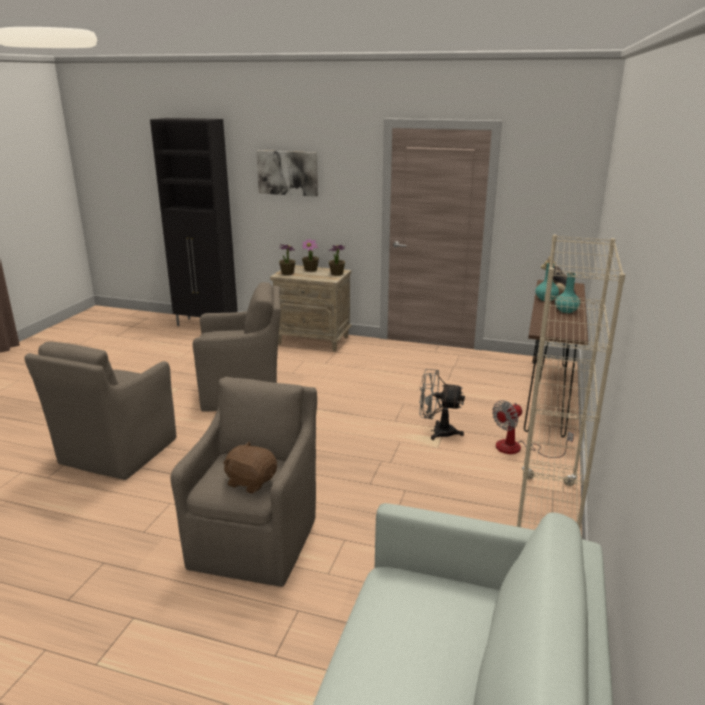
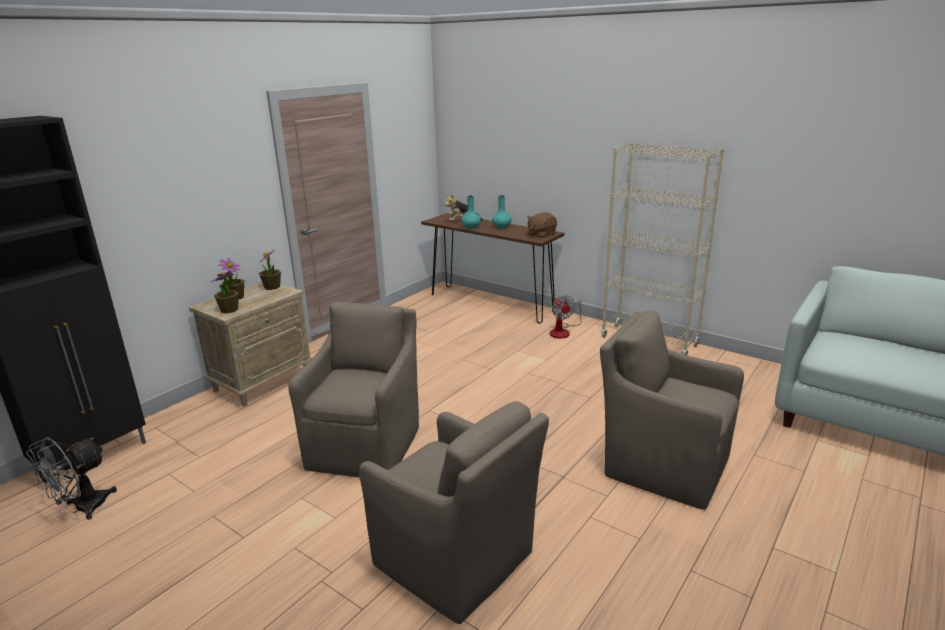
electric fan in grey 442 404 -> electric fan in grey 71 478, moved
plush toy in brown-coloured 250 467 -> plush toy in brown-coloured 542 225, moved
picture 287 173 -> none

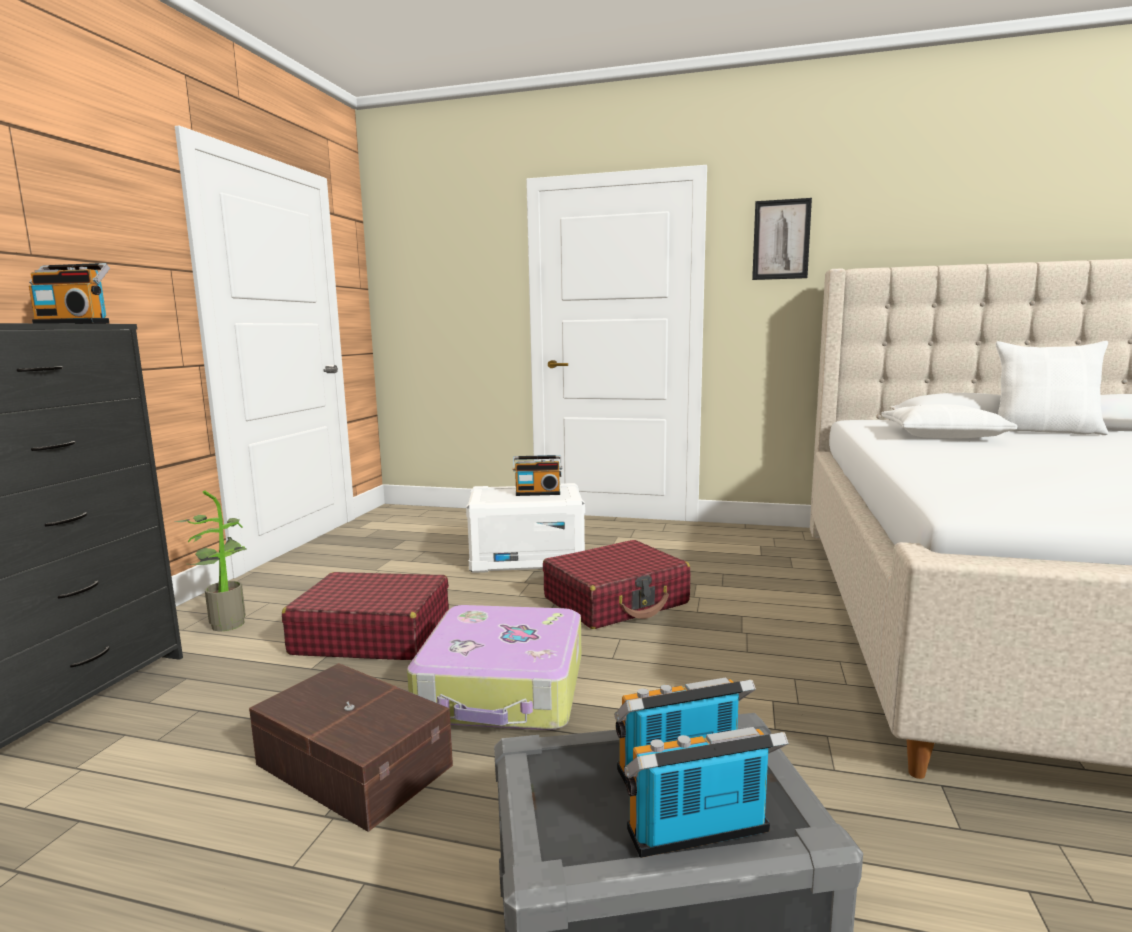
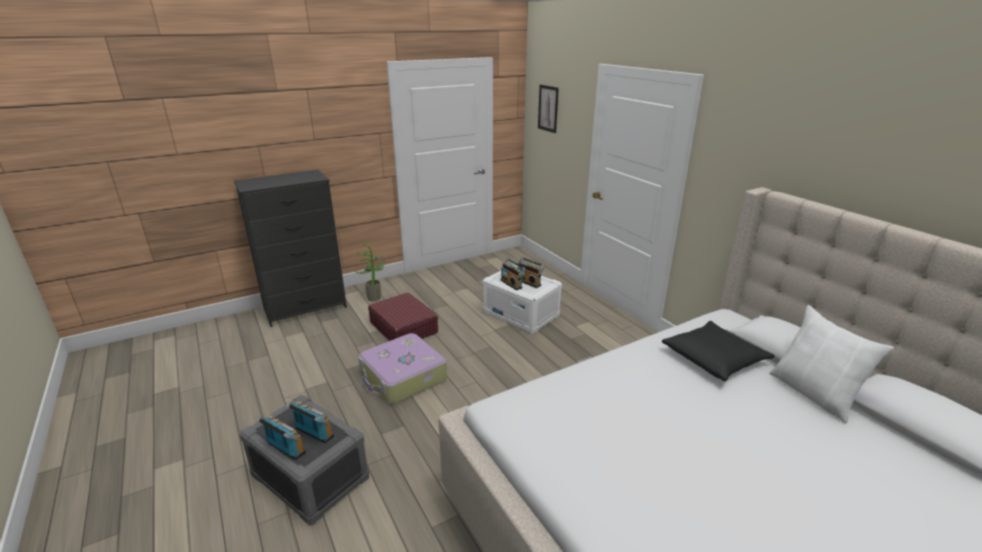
radio receiver 69 293 -> radio receiver 513 274, moved
picture 782 239 -> picture 548 109, moved
throw pillow in white-coloured 949 421 -> throw pillow in blackish 718 351
storage box in brown-coloured 351 747 -> none
piece of luggage in red 617 584 -> none

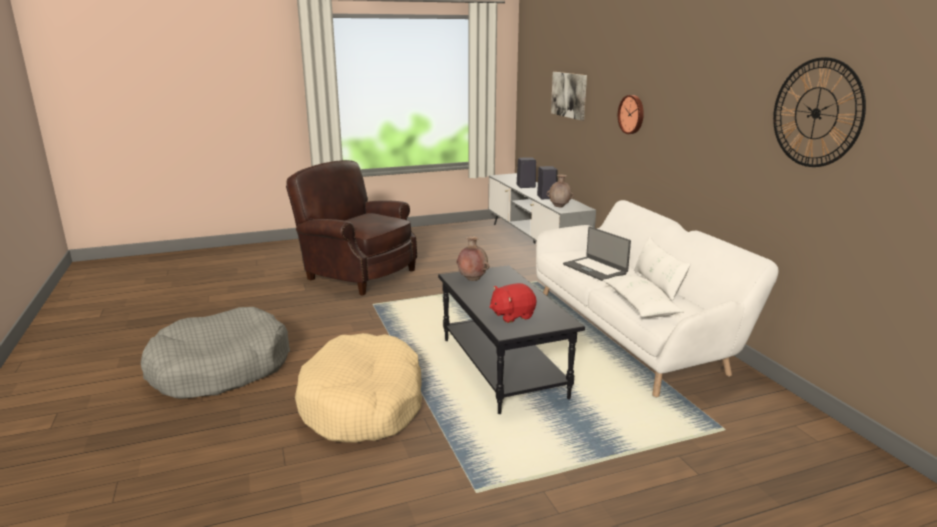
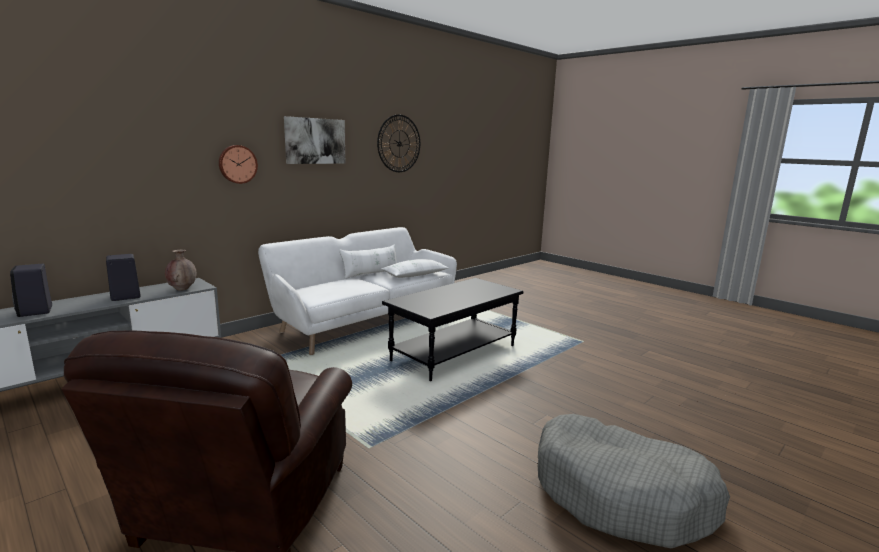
picture 569 96 -> picture 314 140, moved
pet bed in sand-coloured 358 388 -> none
flower vase in brown-coloured 472 258 -> none
plush toy in red 513 303 -> none
portable computer 597 254 -> none

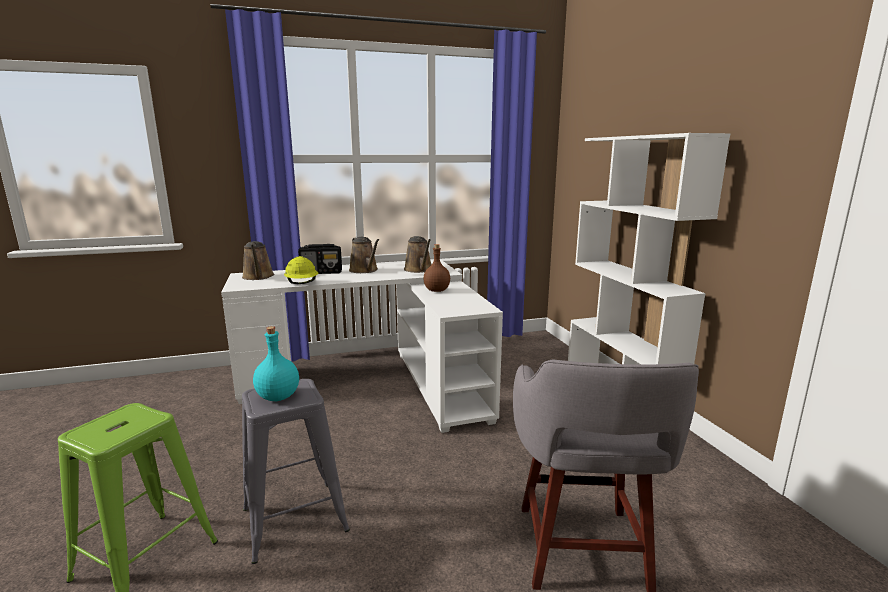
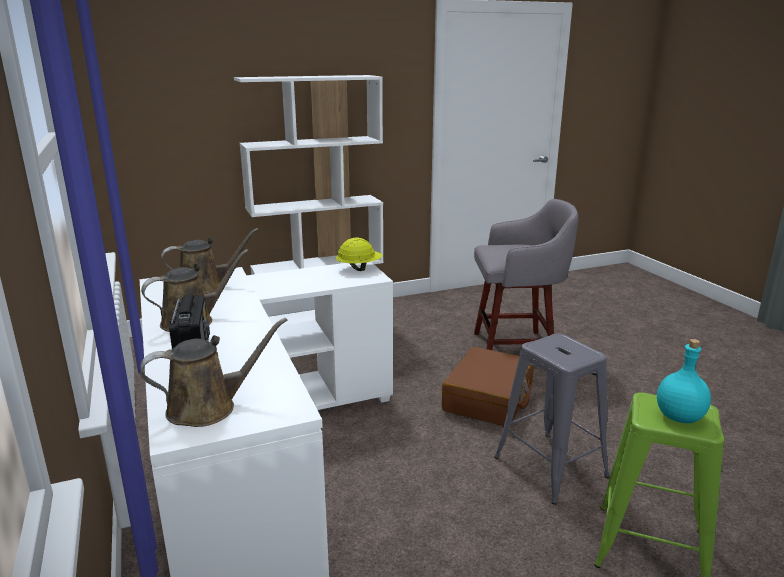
work helmet in yellowish 301 270 -> work helmet in yellowish 359 254, moved
none -> piece of luggage in brown-coloured 488 386
bottle in turquoise-coloured 276 363 -> bottle in turquoise-coloured 684 381, moved
bottle in brown-coloured 436 268 -> none

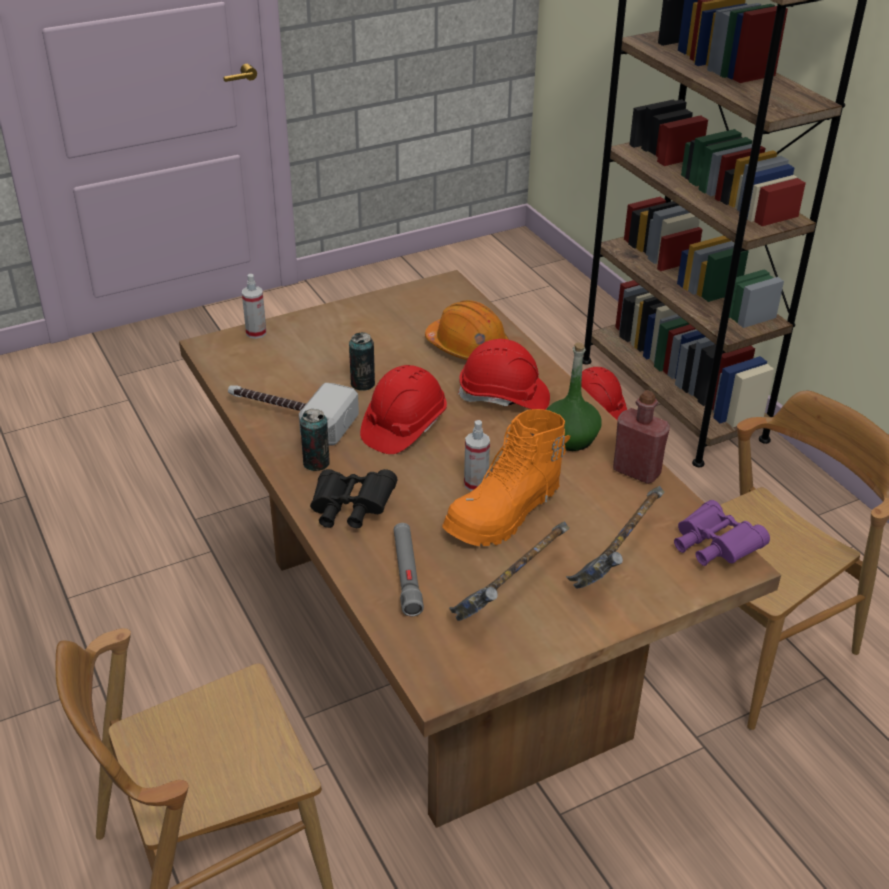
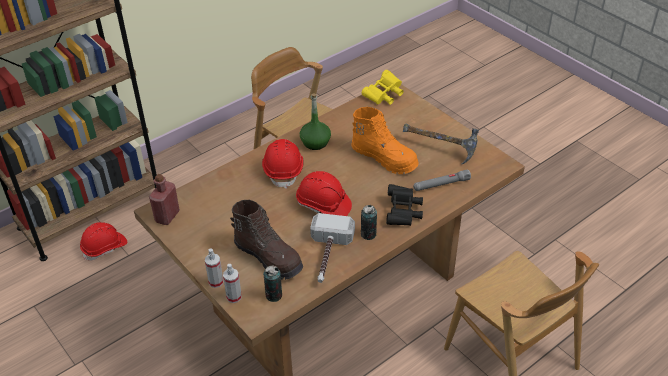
bottle in red 641 437 -> bottle in red 164 199, moved
spray bottle 477 455 -> spray bottle 214 268, moved
none -> high-top boot in brown-coloured 266 240
metal can 362 361 -> metal can 272 284, moved
field glasses in purple-coloured 722 533 -> field glasses in yellowish 382 87
work helmet in orange-coloured 467 330 -> none
tool hammer 615 537 -> none

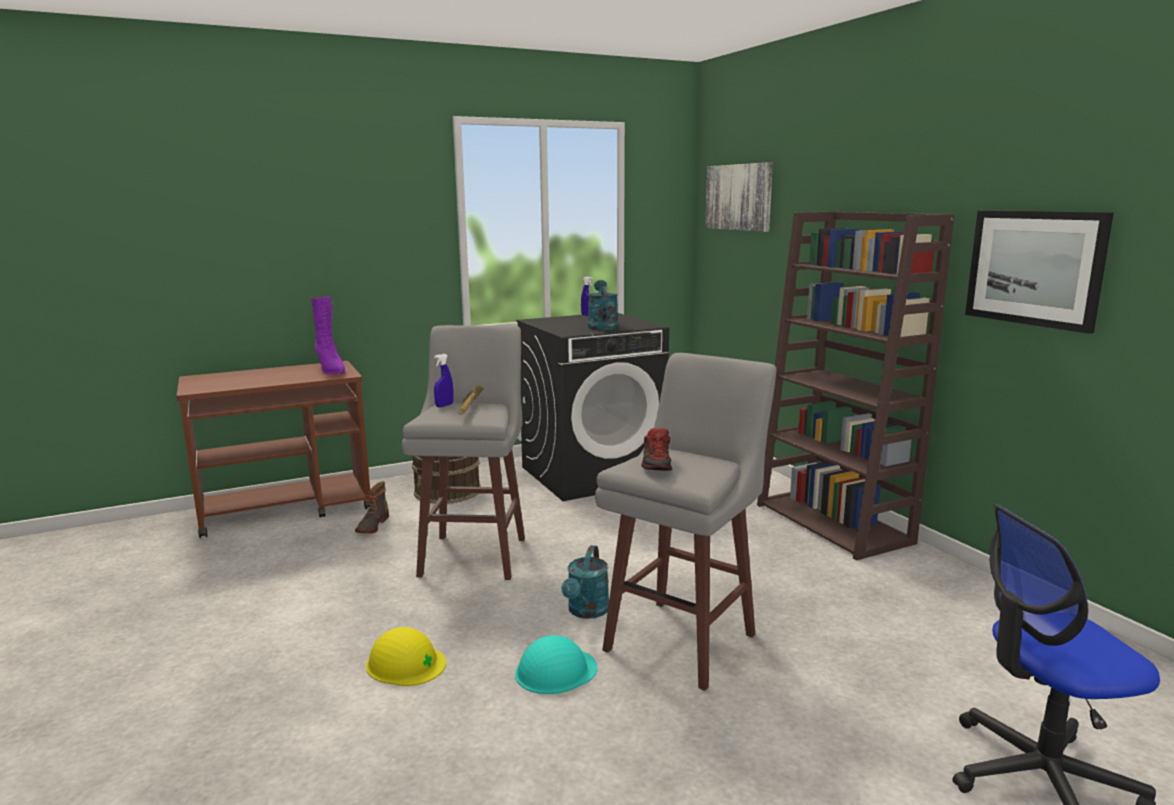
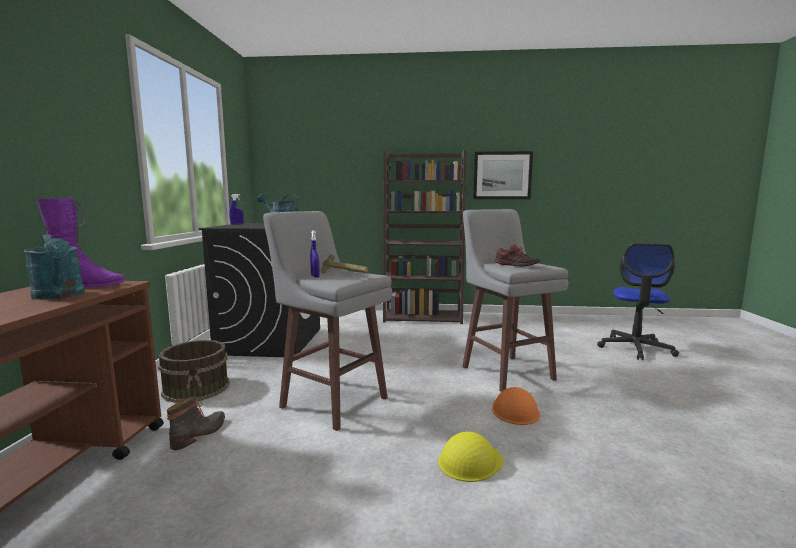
sprinkling can in turquoise-coloured 585 582 -> sprinkling can in turquoise-coloured 54 267, moved
high-top boot 372 507 -> high-top boot 196 423, 105 degrees counterclockwise
work helmet in turquoise-coloured 556 664 -> work helmet in orange-coloured 516 406
picture 739 197 -> none

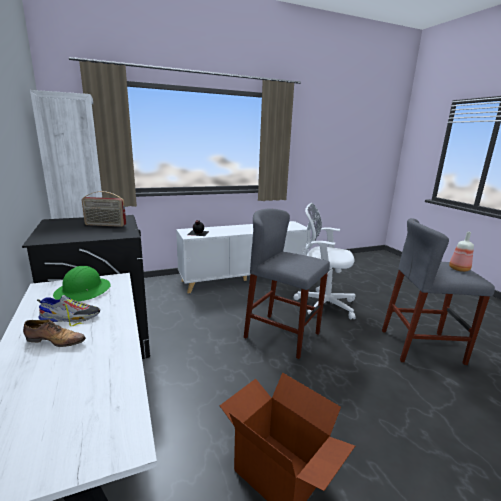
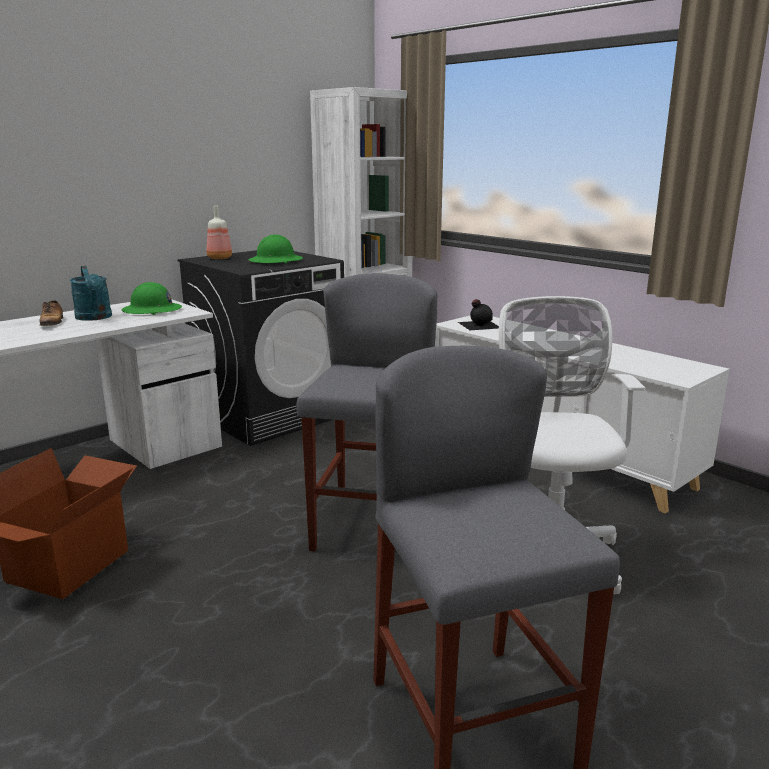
shoe 68 310 -> sprinkling can in turquoise-coloured 91 293
bottle 461 252 -> bottle 219 232, moved
radio receiver 104 209 -> work helmet in greenish 275 249

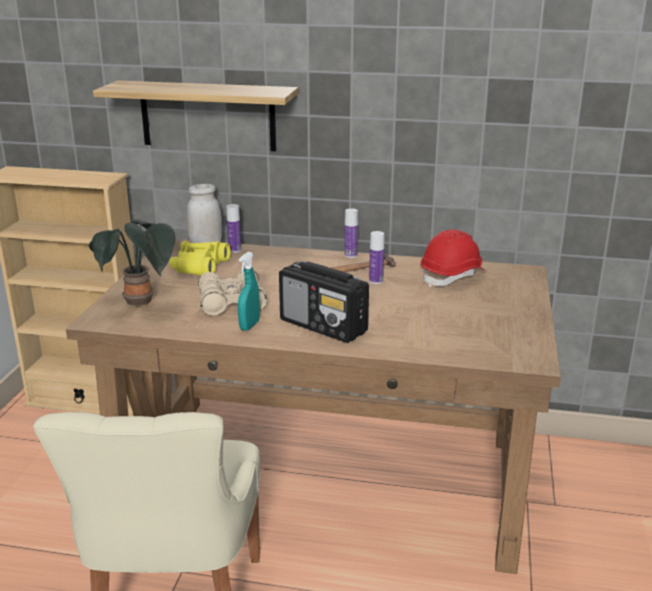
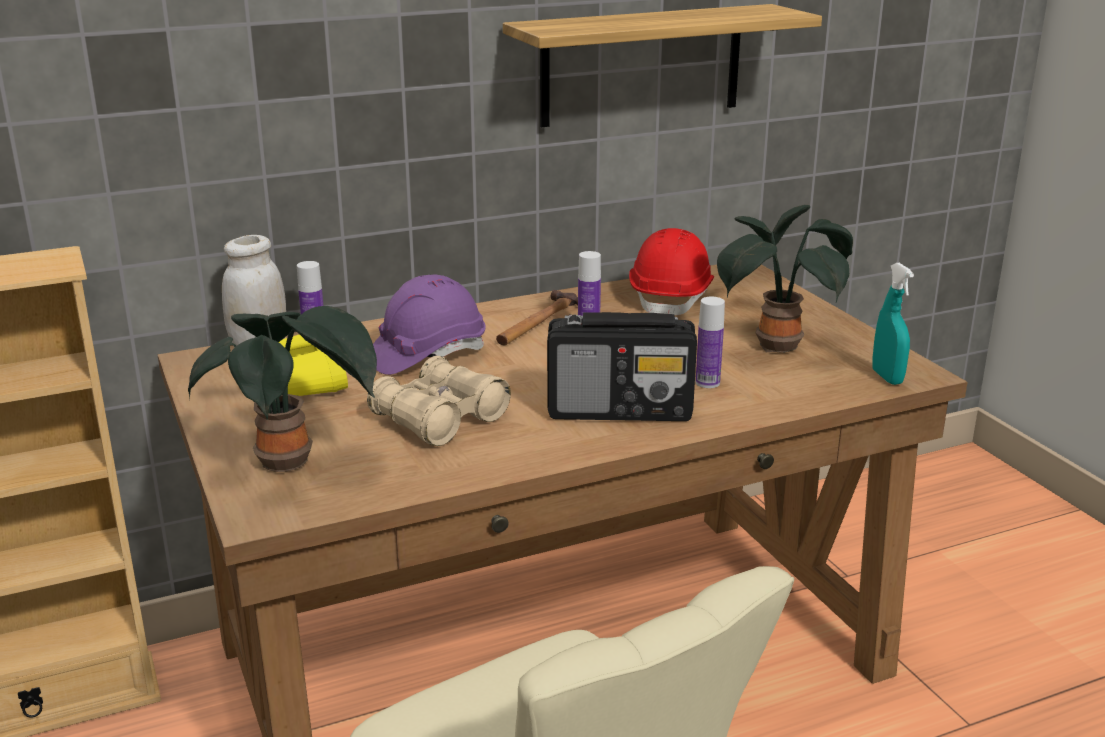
none -> work helmet in purple-coloured 429 325
shelf 196 115 -> shelf 662 65, moved
bottle 351 233 -> bottle 710 342, moved
none -> houseplant 785 279
spray bottle in turquoise-coloured 249 291 -> spray bottle in turquoise-coloured 893 324, moved

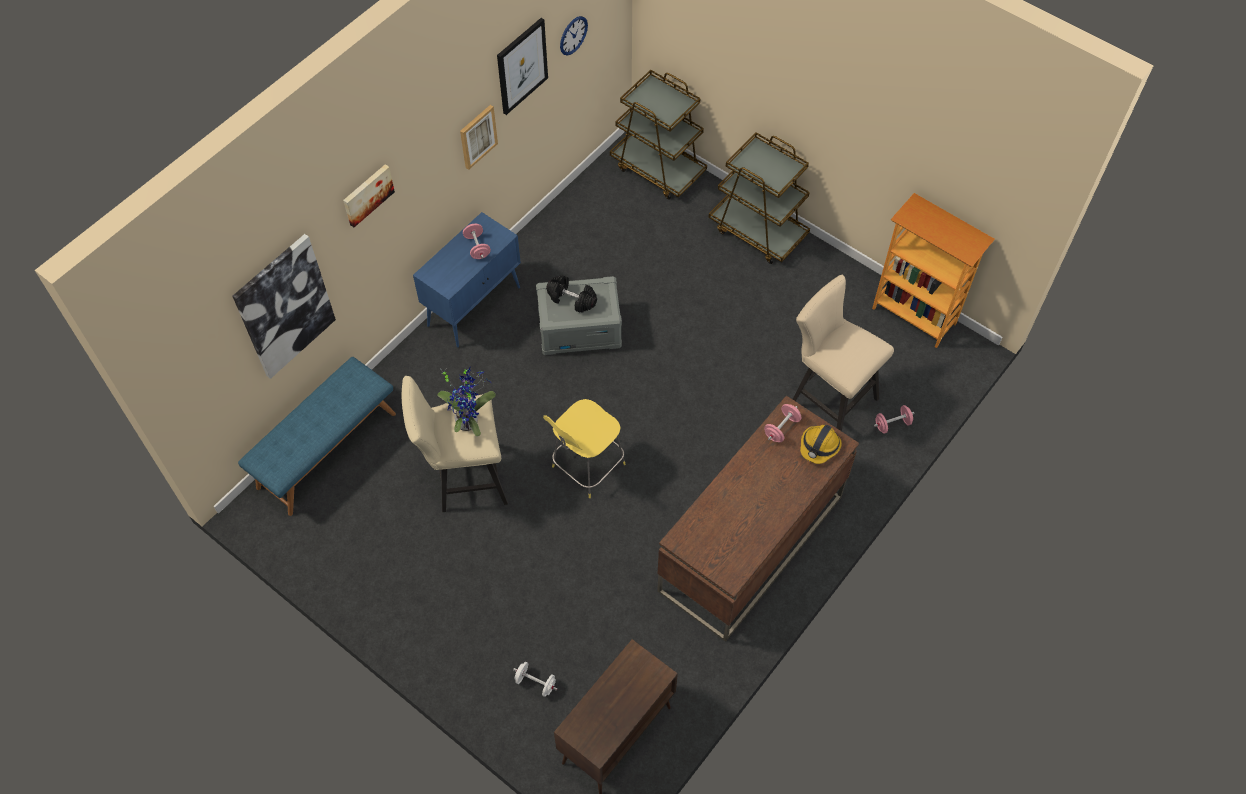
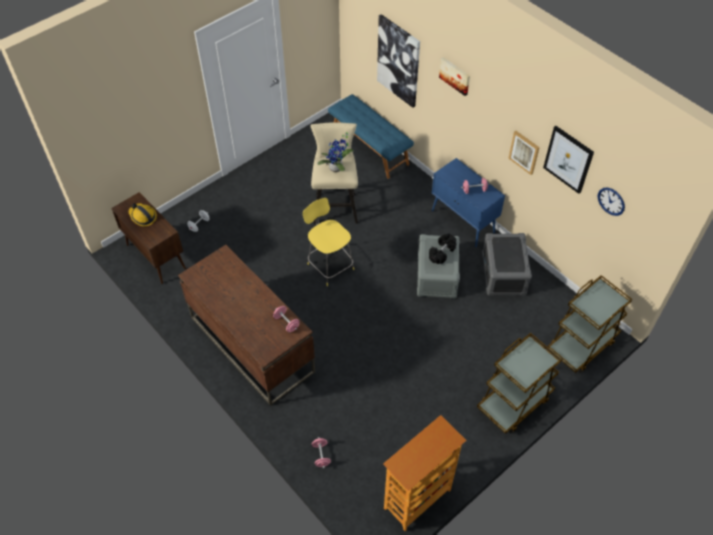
work helmet 821 444 -> work helmet 143 214, moved
none -> storage box in grey 507 264
sitting stool in sand-coloured 843 353 -> none

